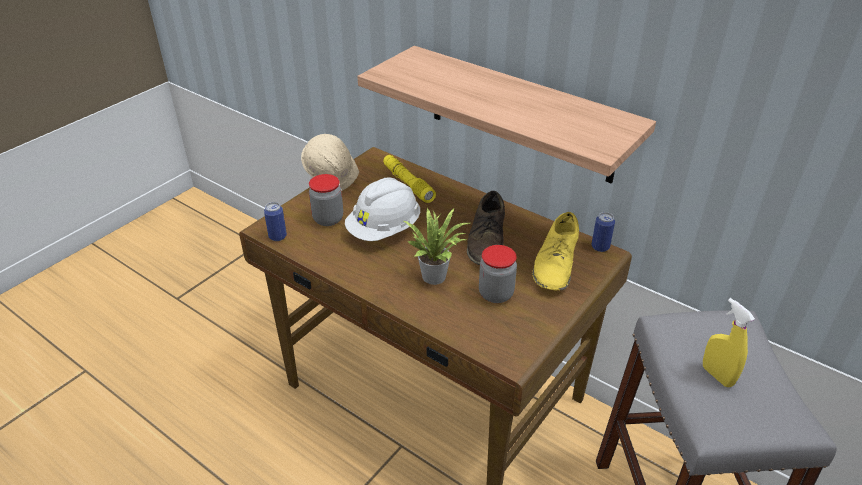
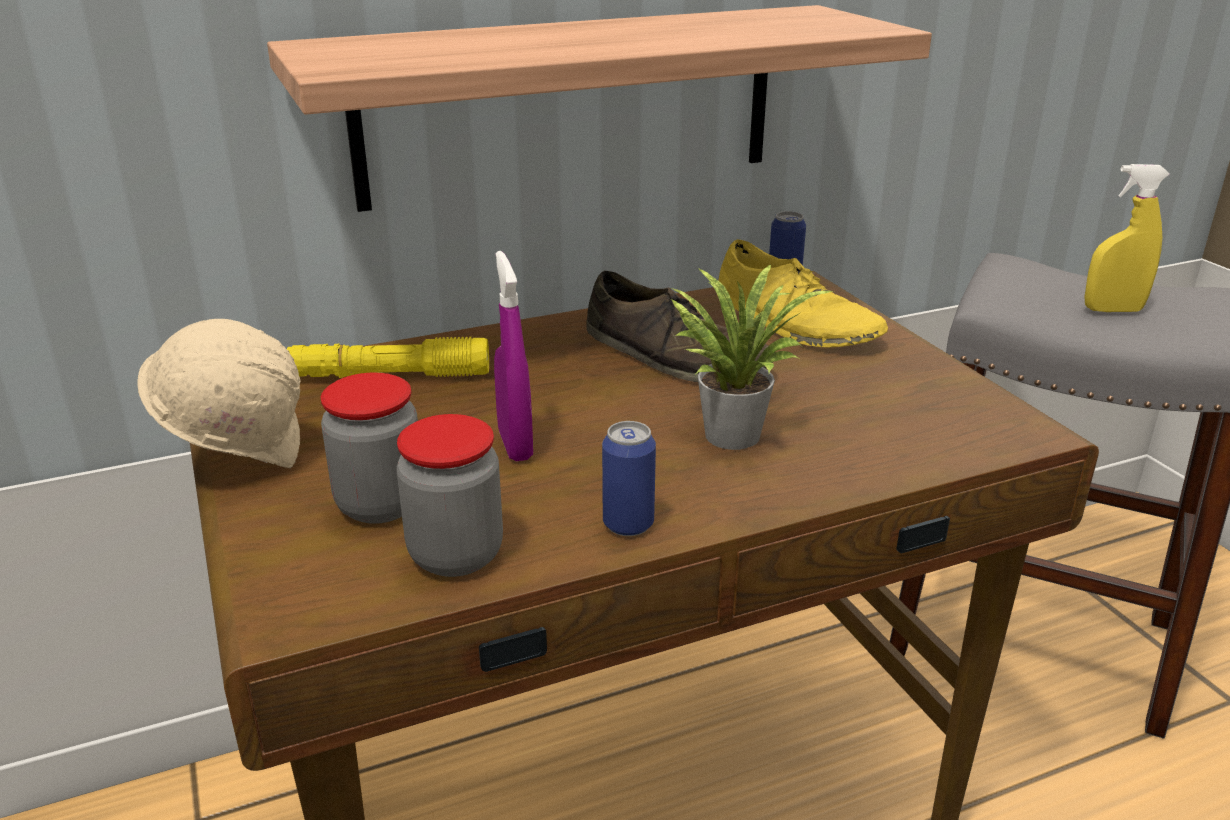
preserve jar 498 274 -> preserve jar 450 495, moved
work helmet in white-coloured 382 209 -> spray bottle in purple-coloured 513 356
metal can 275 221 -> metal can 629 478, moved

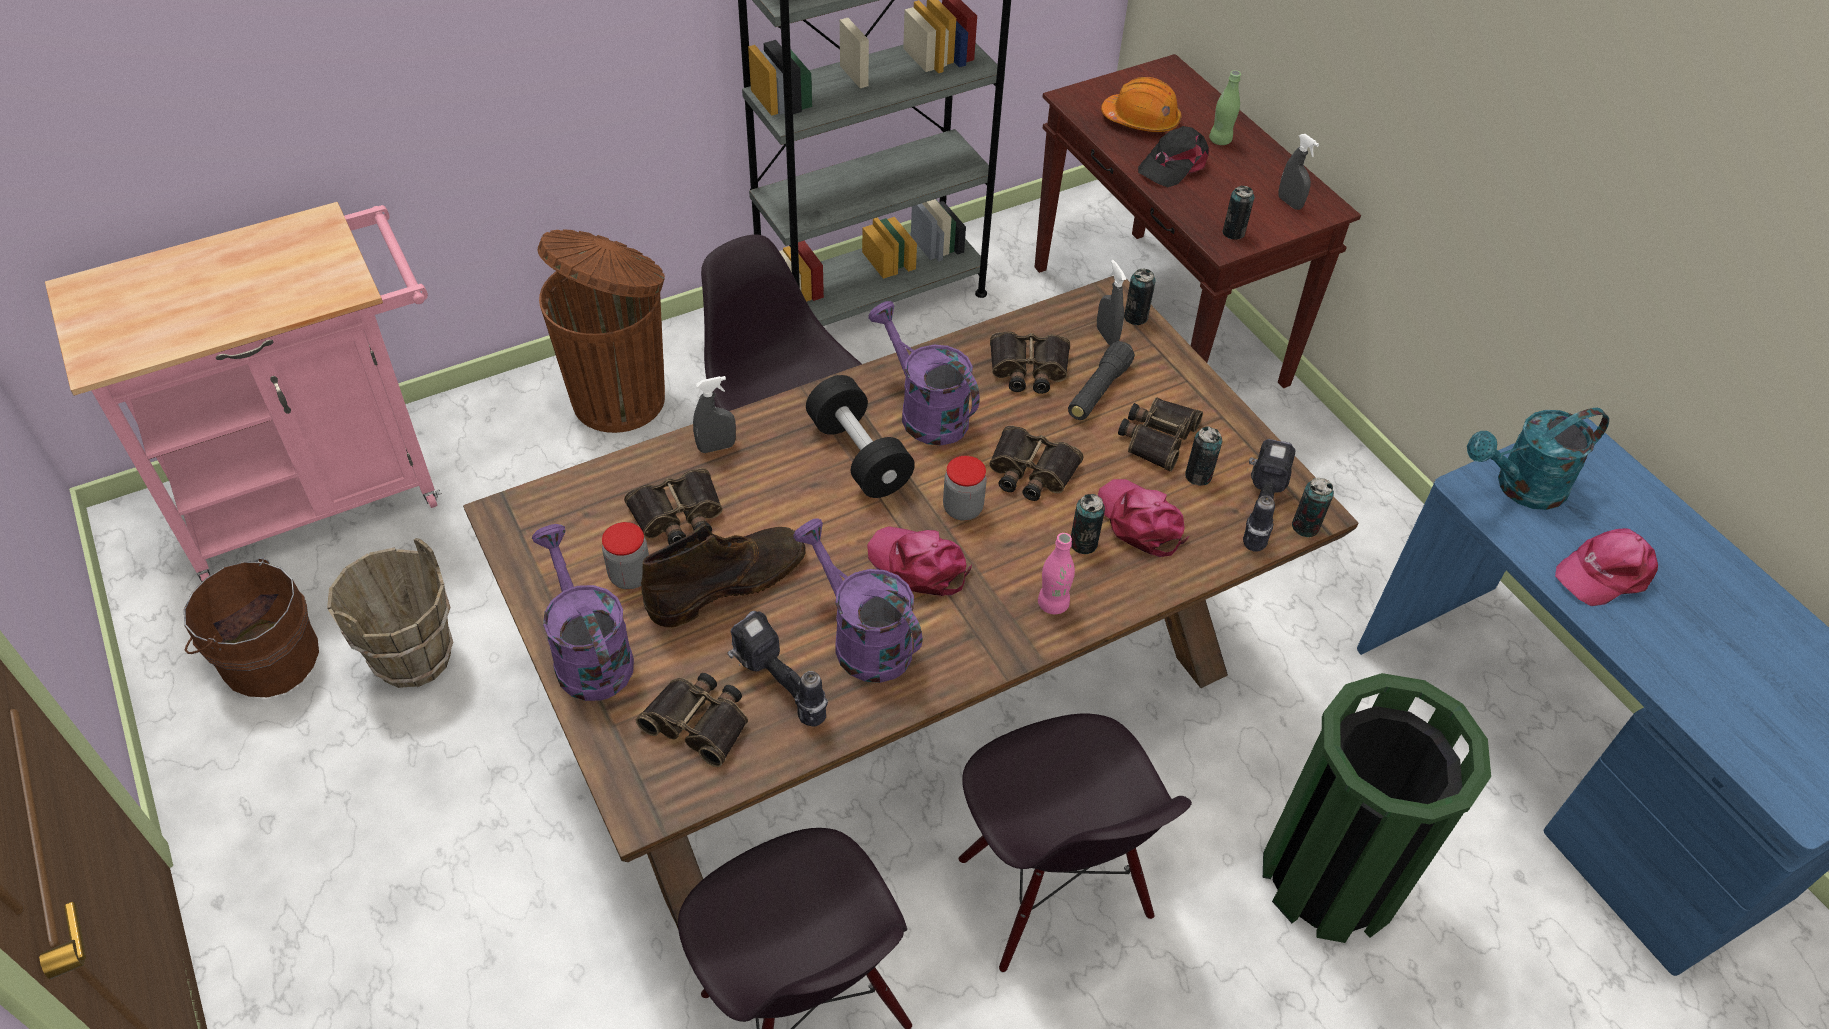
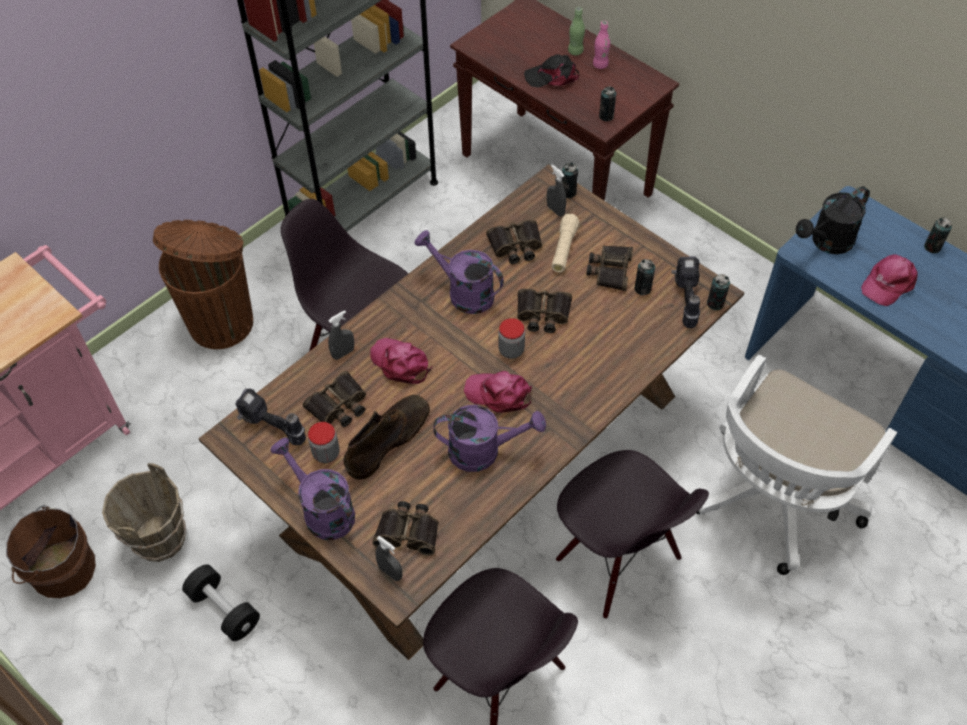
hand weight in blackish 860 436 -> hand weight in blackish 221 602, moved
electric drill 777 669 -> electric drill 270 416, moved
cap in pink-coloured 1143 518 -> cap in pink-coloured 401 361, moved
spray bottle in grey 1298 172 -> spray bottle in grey 388 558, moved
sprinkling can in purple-coloured 857 600 -> sprinkling can in purple-coloured 489 438, 150 degrees clockwise
cap in blackish 1173 156 -> cap in blackish 551 71, 60 degrees clockwise
hand torch in blackish 1101 380 -> hand torch in sand-coloured 565 243
bottle in pink-coloured 1056 573 -> bottle in pink-coloured 601 45, moved
rubbish bin in greenish 1377 808 -> desk chair in white-coloured 797 465
sprinkling can in turquoise-coloured 1538 459 -> sprinkling can in blackish 833 220
metal can 1088 524 -> metal can 938 235, moved
work helmet in orange-coloured 1141 105 -> none

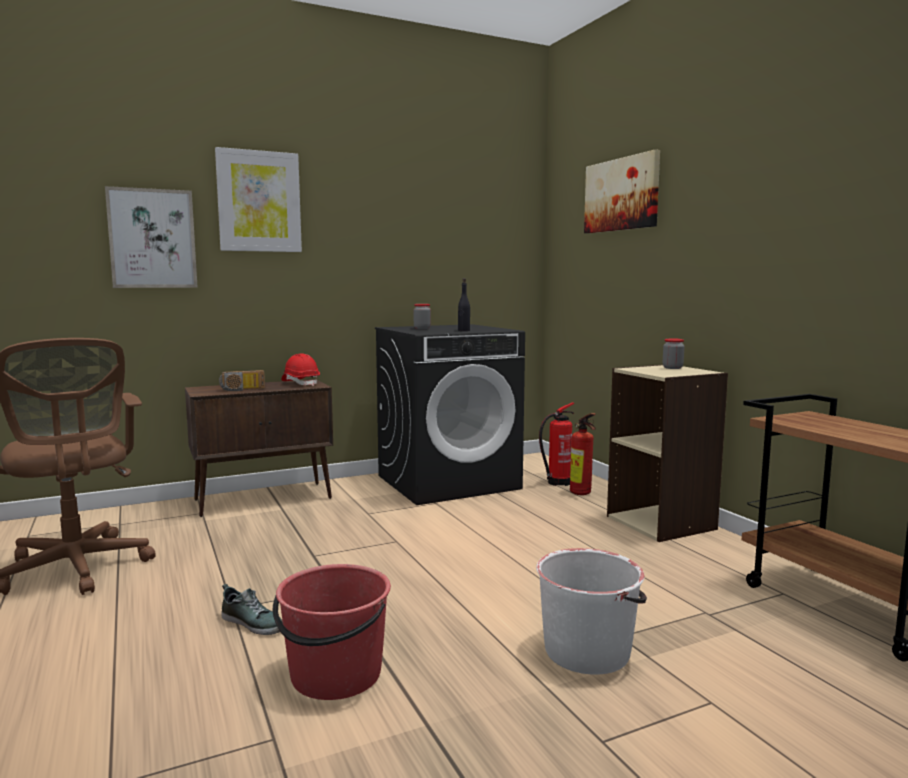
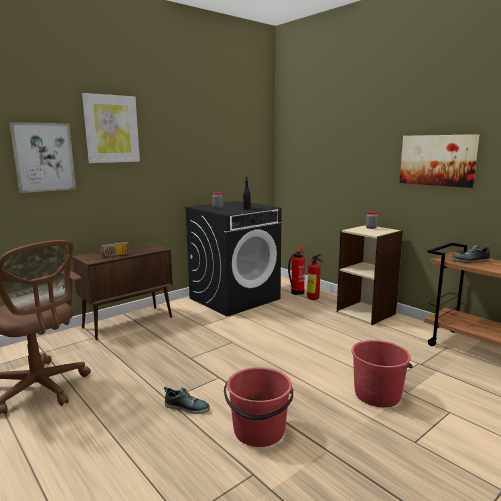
pail in white-coloured 591 611 -> pail in red 382 373
picture 622 191 -> picture 439 161, moved
none -> shoe 471 254
work helmet in red 301 370 -> none

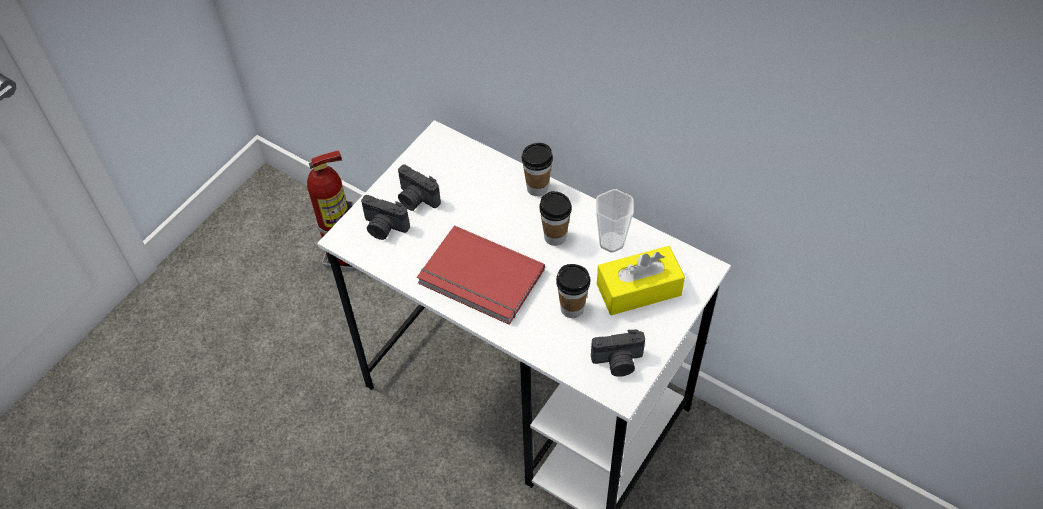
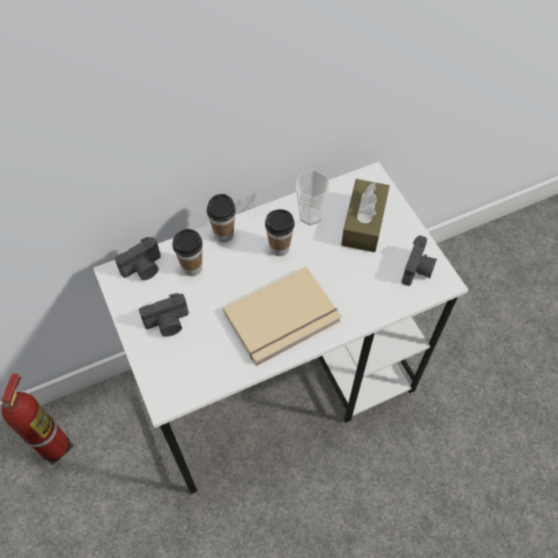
photo camera 385 217 -> photo camera 138 258, moved
small cup 573 291 -> small cup 187 252, moved
bound book in red 481 275 -> bound book in sand-coloured 282 316
box of tissues in yellowish 641 280 -> box of tissues in brown-coloured 365 215

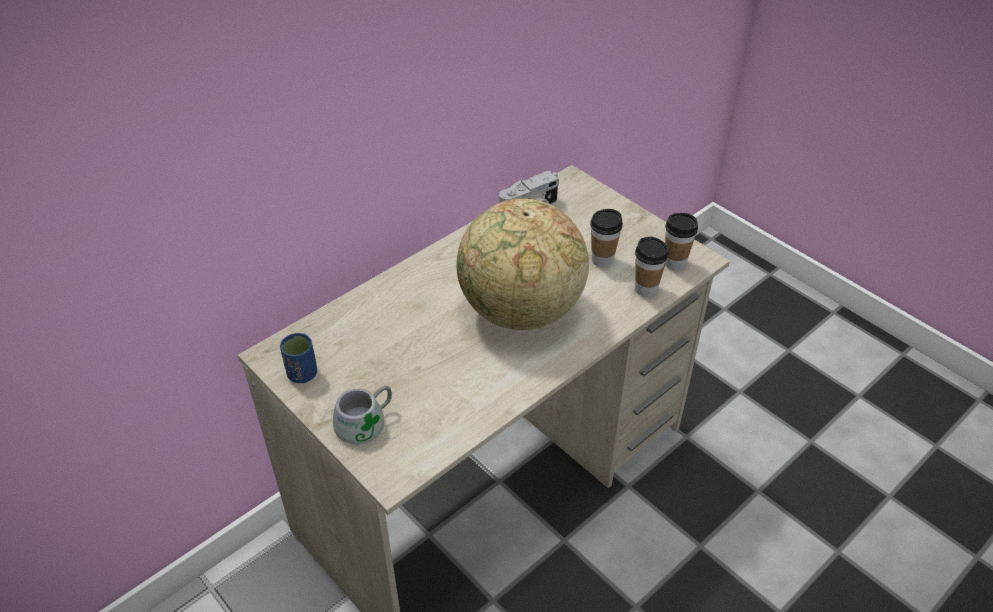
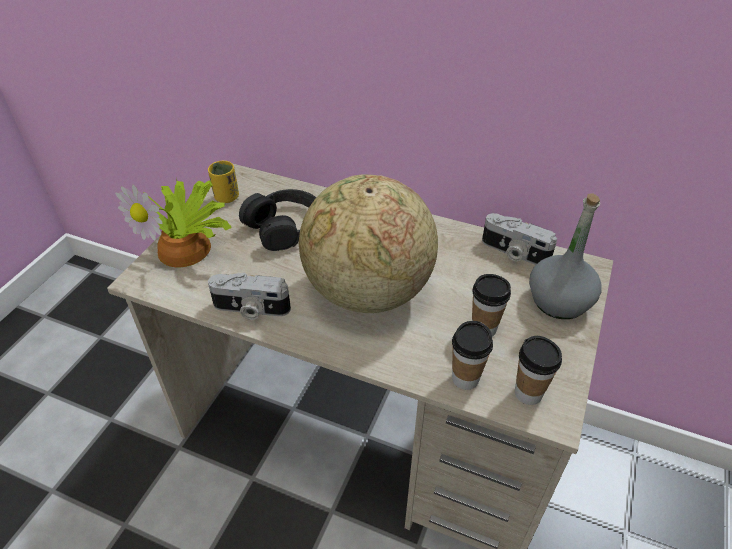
tea mug in grey 365 415 -> houseplant 173 223
small cup in blue 298 358 -> small cup in yellowish 223 182
none -> photo camera 249 296
none -> headset in blackish 277 220
none -> bottle in grey 565 256

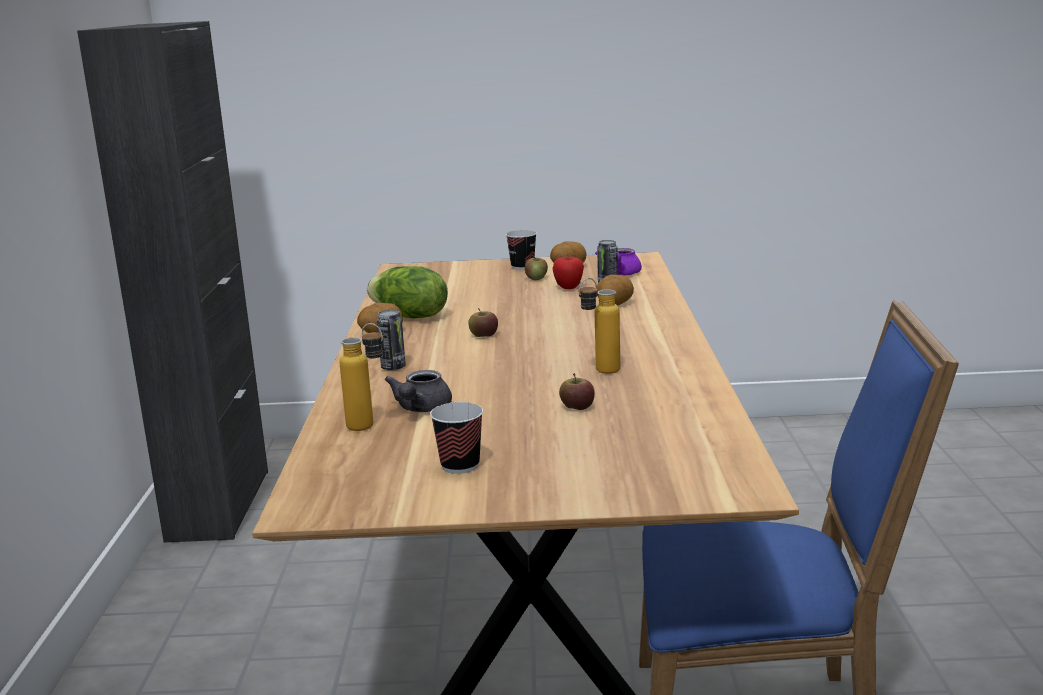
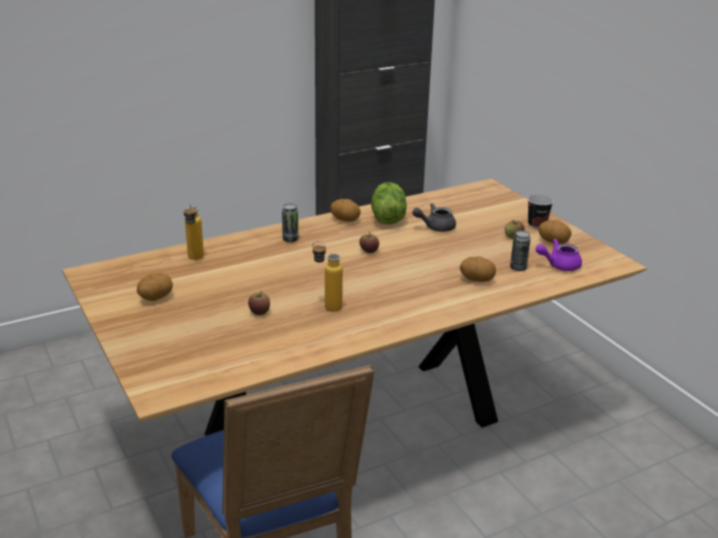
small cup 456 438 -> potato 155 287
tea pot in grey 418 391 -> tea pot in grey 434 217, moved
apple 568 272 -> none

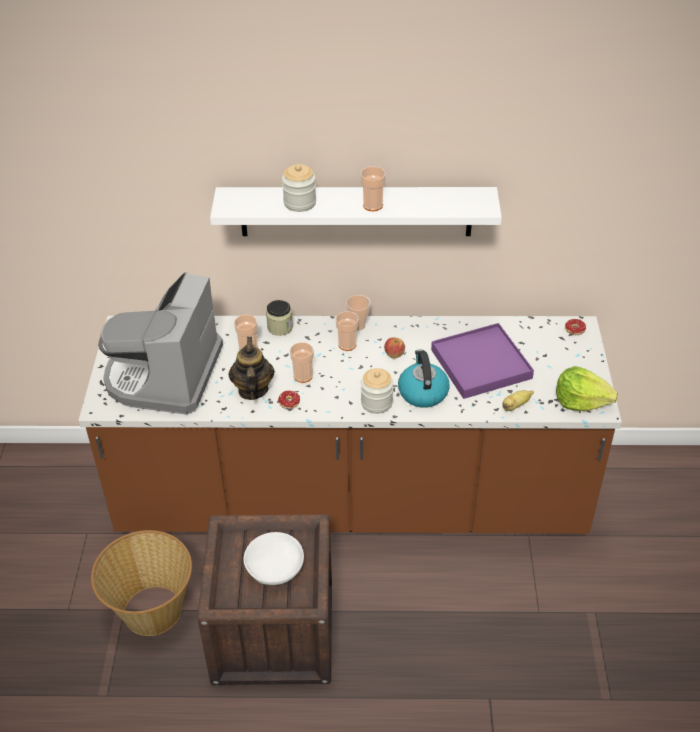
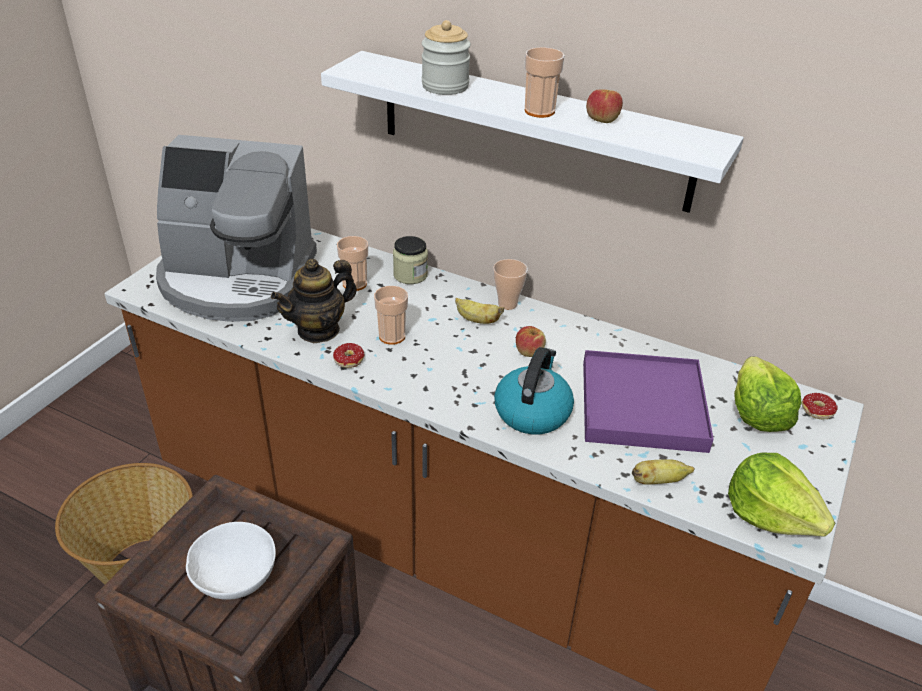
coffee brewer 160 343 -> coffee brewer 236 228, 120 degrees counterclockwise
tea pot 251 368 -> tea pot 314 301, 150 degrees counterclockwise
small cup 347 331 -> whole banana 479 311
none -> apple 604 106
none -> lettuce 768 394
preserve jar 377 391 -> none

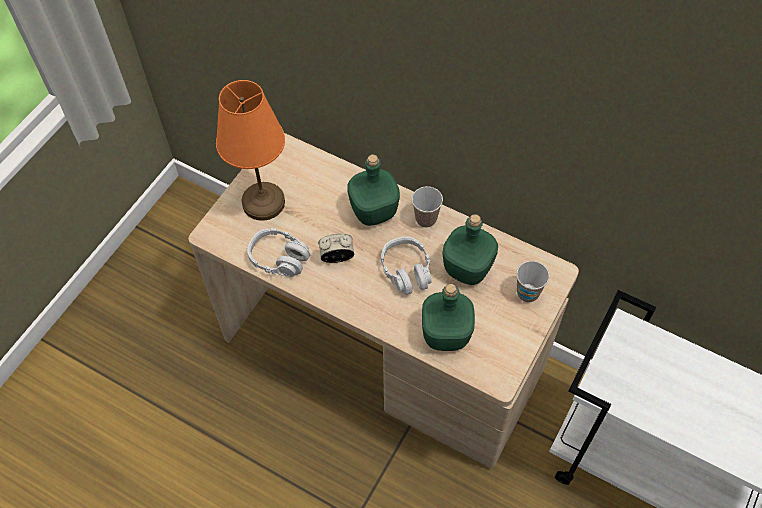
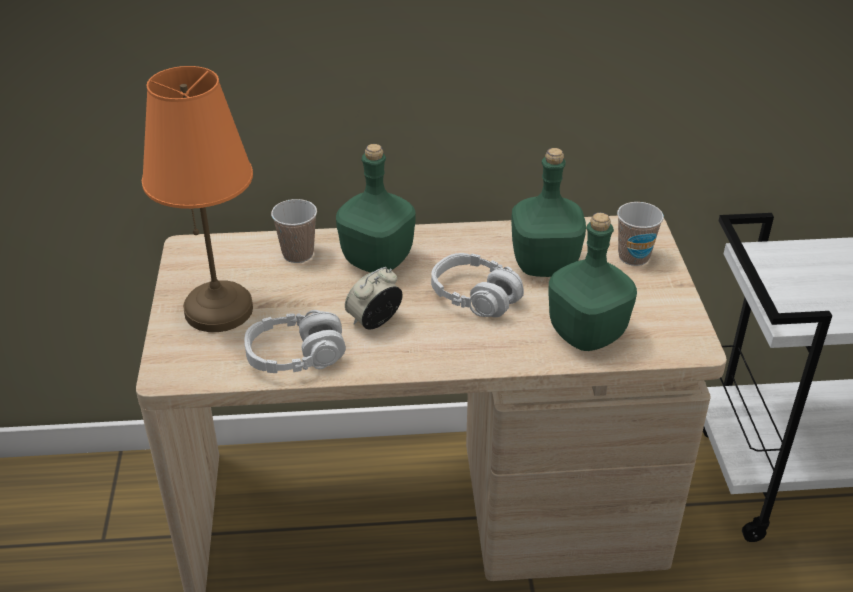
small cup 427 206 -> small cup 294 231, moved

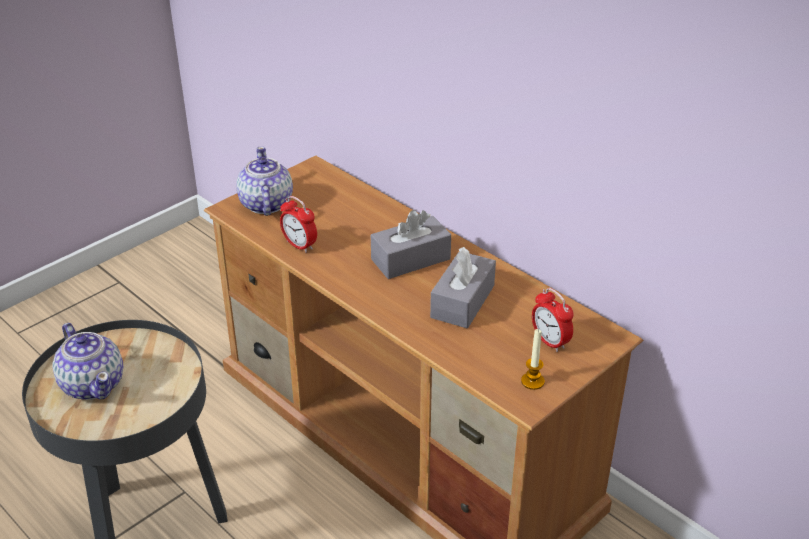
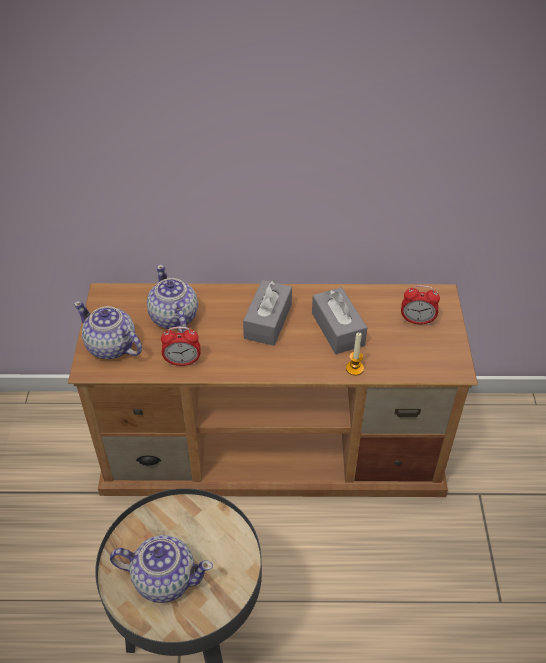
none -> tea pot 172 298
wax candle 533 359 -> wax candle 355 354, moved

